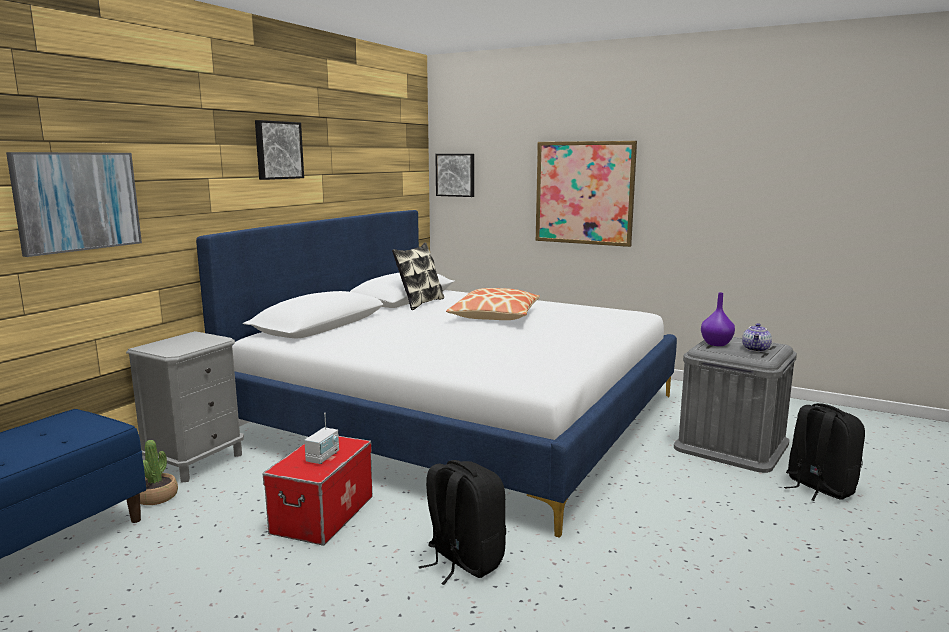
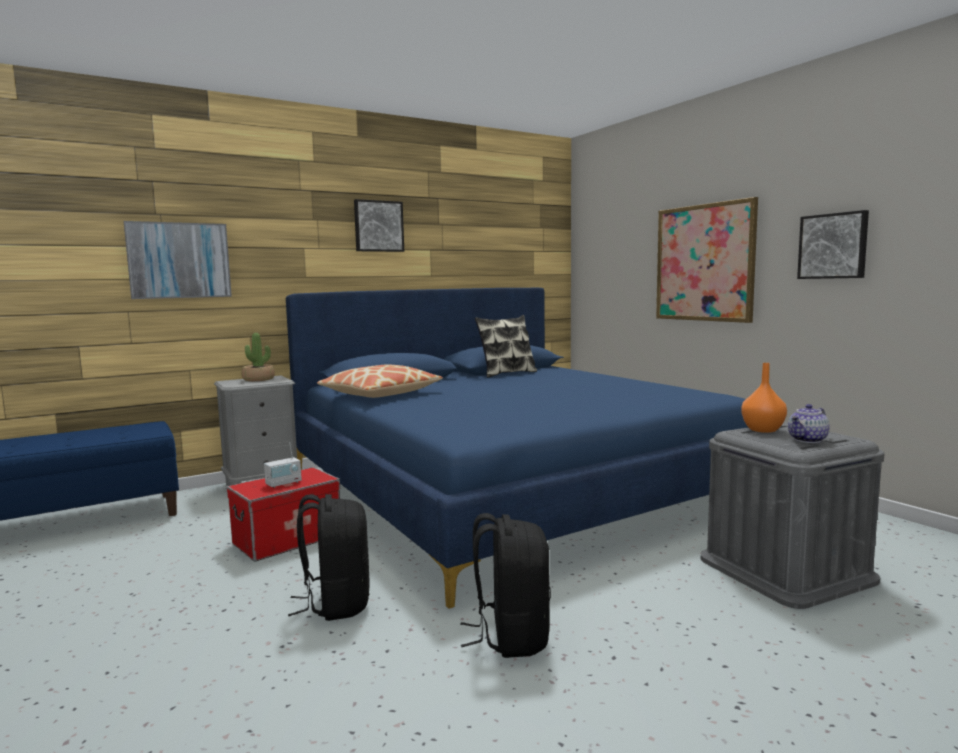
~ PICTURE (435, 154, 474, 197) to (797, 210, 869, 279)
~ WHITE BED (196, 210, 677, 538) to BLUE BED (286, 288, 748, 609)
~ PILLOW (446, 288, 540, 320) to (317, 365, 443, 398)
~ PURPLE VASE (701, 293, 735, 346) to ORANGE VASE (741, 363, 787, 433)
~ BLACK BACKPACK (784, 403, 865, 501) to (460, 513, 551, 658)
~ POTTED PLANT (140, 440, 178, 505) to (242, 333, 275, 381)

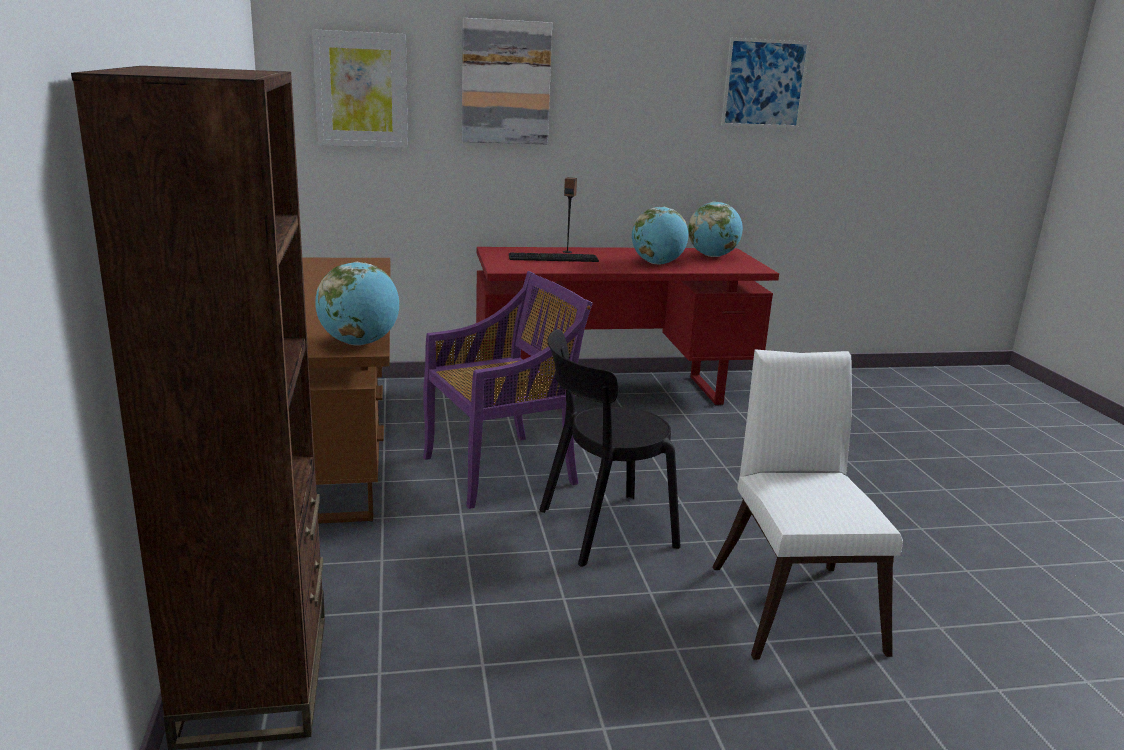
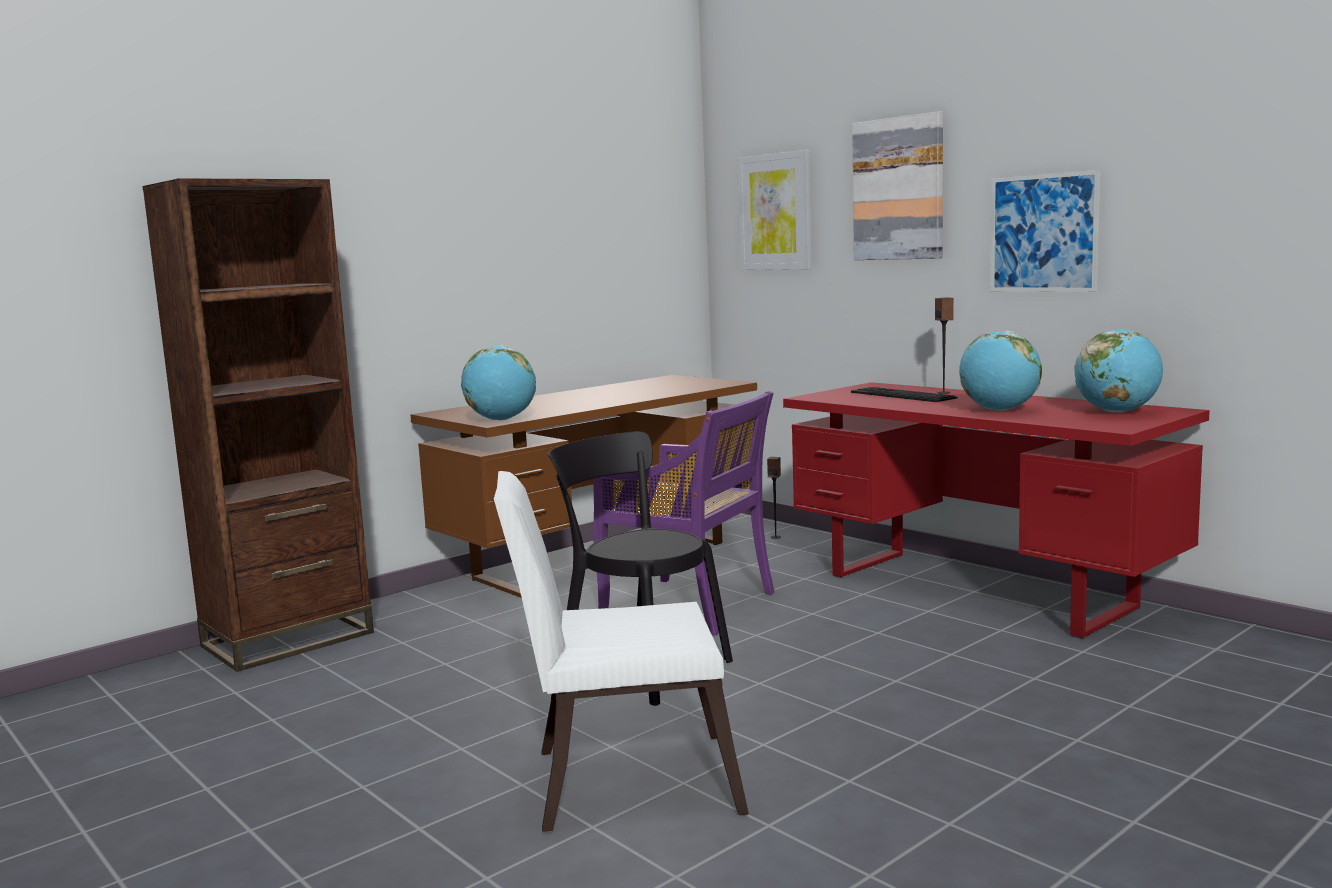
~ PICTURE (721, 38, 810, 128) to (991, 170, 1100, 292)
~ WHITE CHAIR (712, 349, 903, 660) = (494, 471, 749, 832) 150 degrees counterclockwise
+ SPEAKER (767, 457, 781, 539)

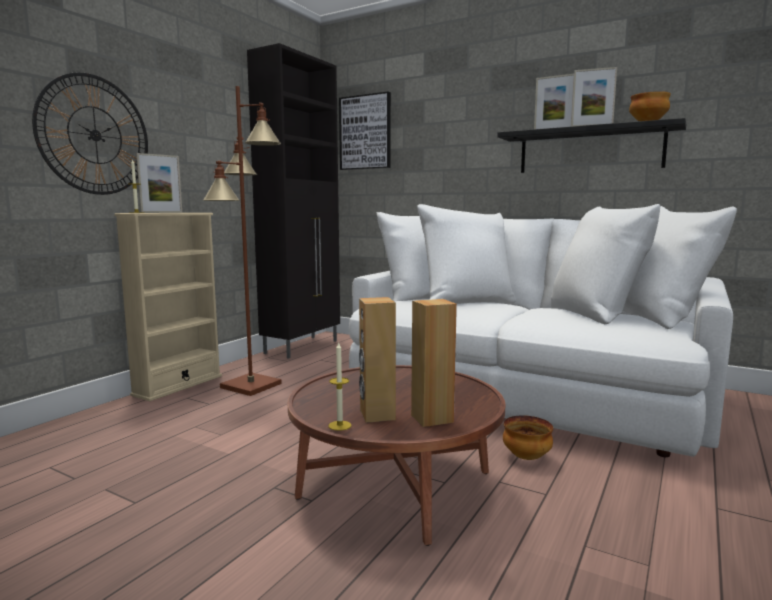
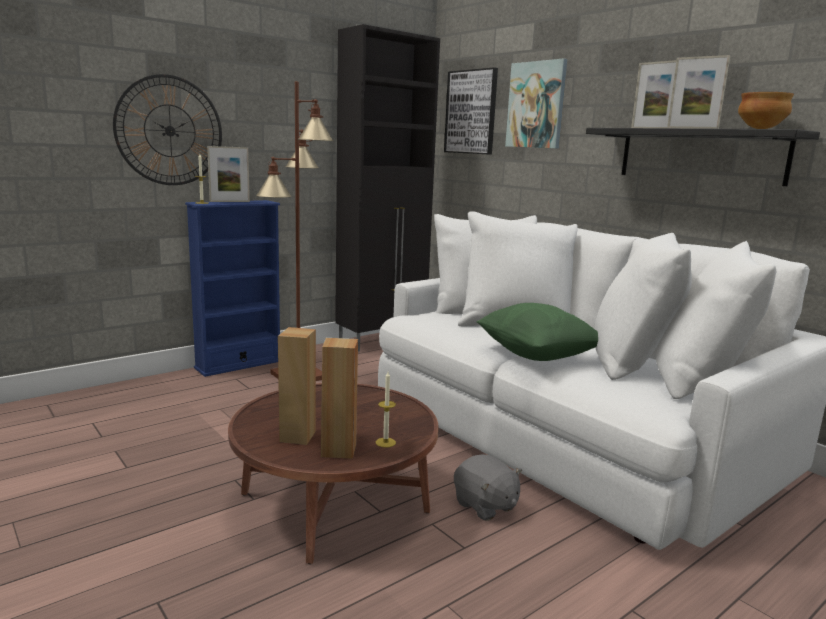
~ BEIGE BOOKCASE (114, 213, 222, 401) to BLUE BOOKCASE (185, 200, 280, 377)
~ CANDLE (329, 341, 351, 431) to (376, 372, 396, 448)
~ BOWL (503, 415, 553, 460) to GREY PLUSH TOY (454, 454, 522, 521)
+ PICTURE (505, 58, 567, 149)
+ GREEN PILLOW (476, 303, 598, 361)

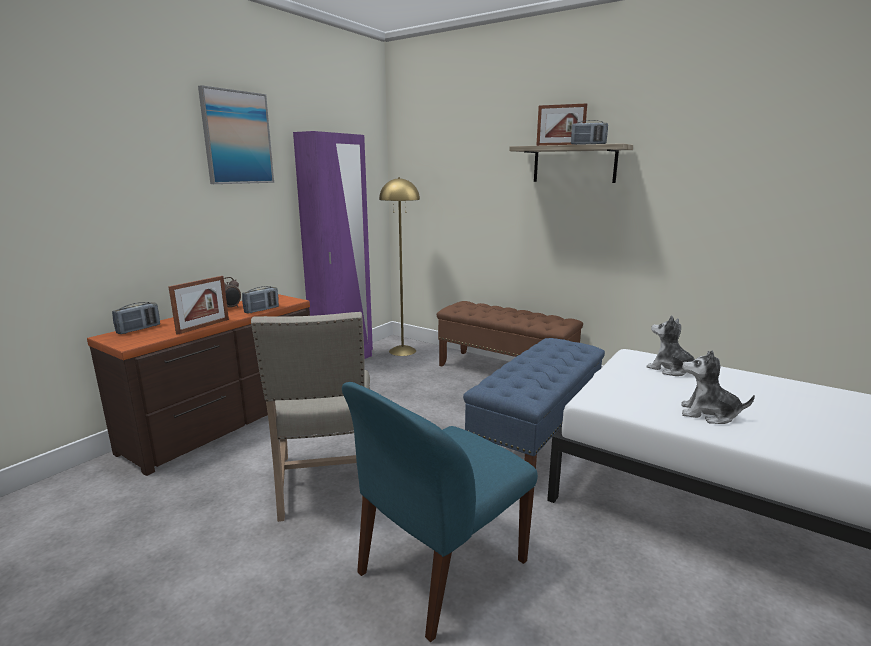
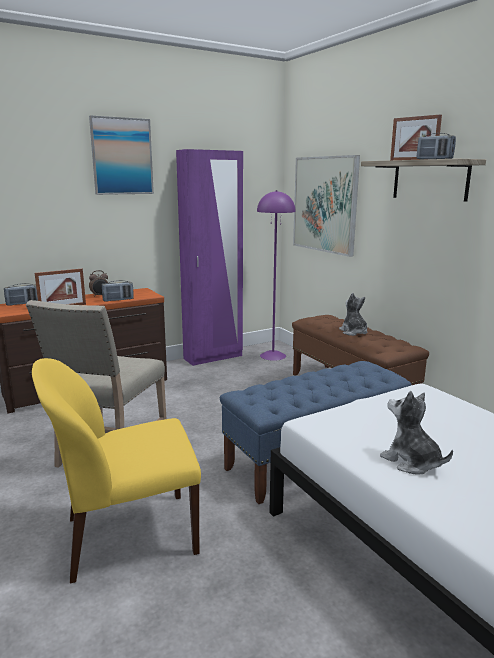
~ YELLOW FLOOR LAMP (379, 177, 420, 356) to PURPLE FLOOR LAMP (257, 190, 296, 361)
~ PLUSH TOY (646, 315, 695, 376) to (339, 293, 367, 336)
~ BLUE CHAIR (342, 382, 538, 642) to YELLOW CHAIR (32, 358, 201, 583)
+ PICTURE (293, 155, 360, 257)

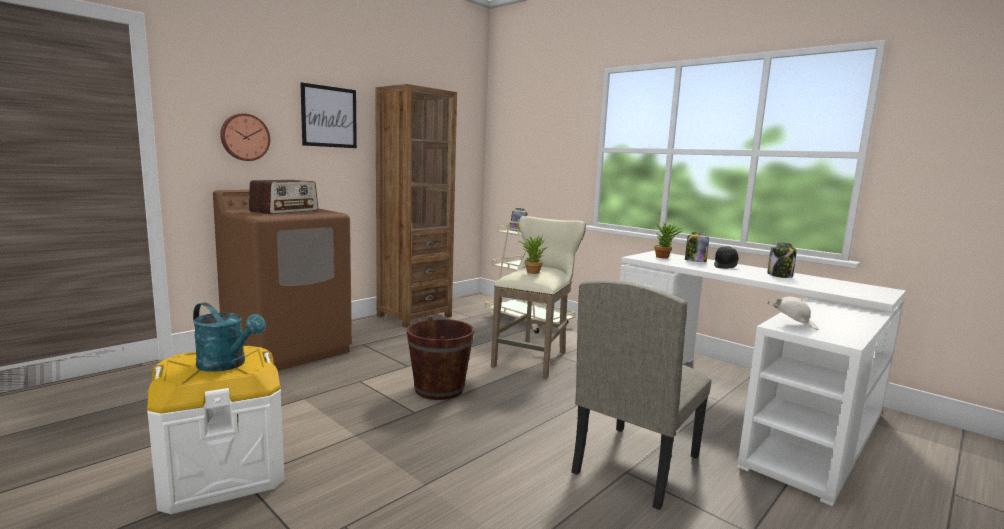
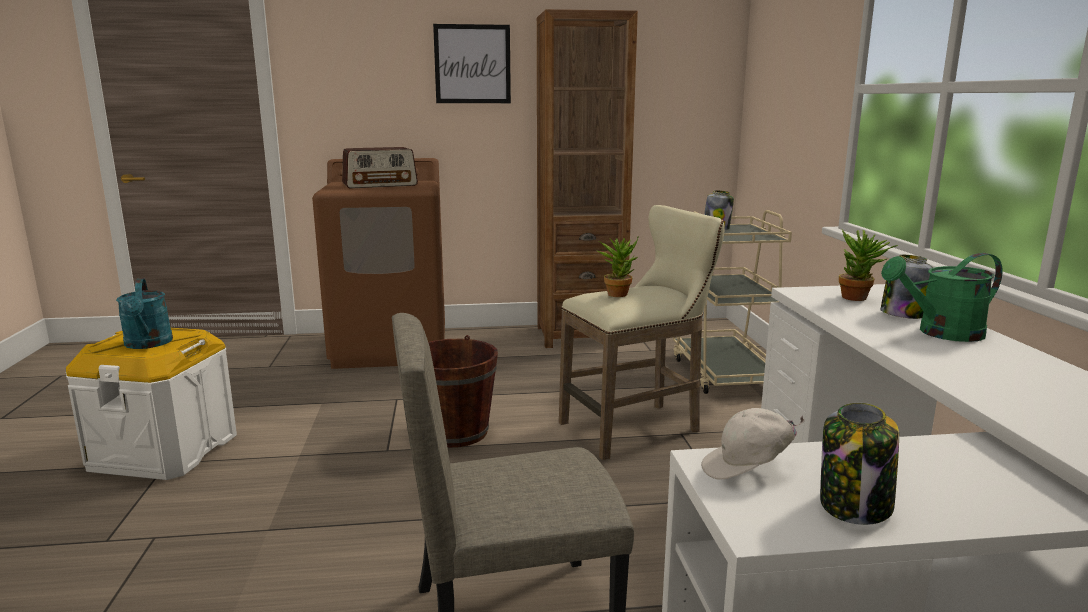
- WALL CLOCK (220, 113, 270, 161)
~ JAR (767, 242, 796, 278) to (820, 403, 899, 525)
~ BLACK CAP (714, 246, 739, 269) to GREEN WATERING CAN (881, 253, 1002, 342)
~ WHITE CAP (767, 297, 819, 330) = (701, 408, 805, 480) 120 degrees clockwise

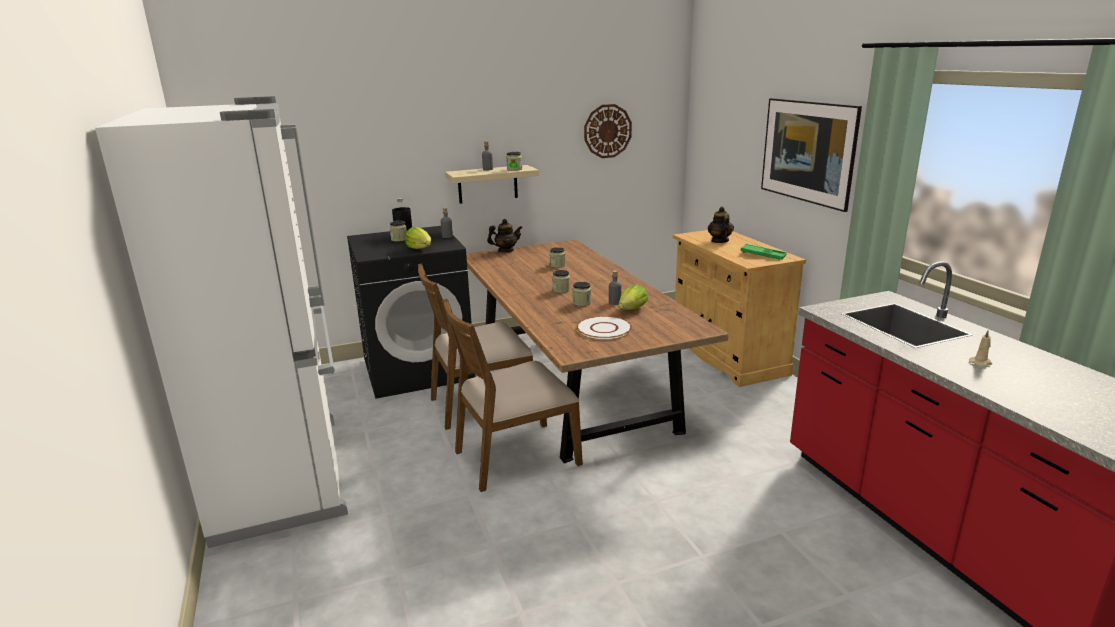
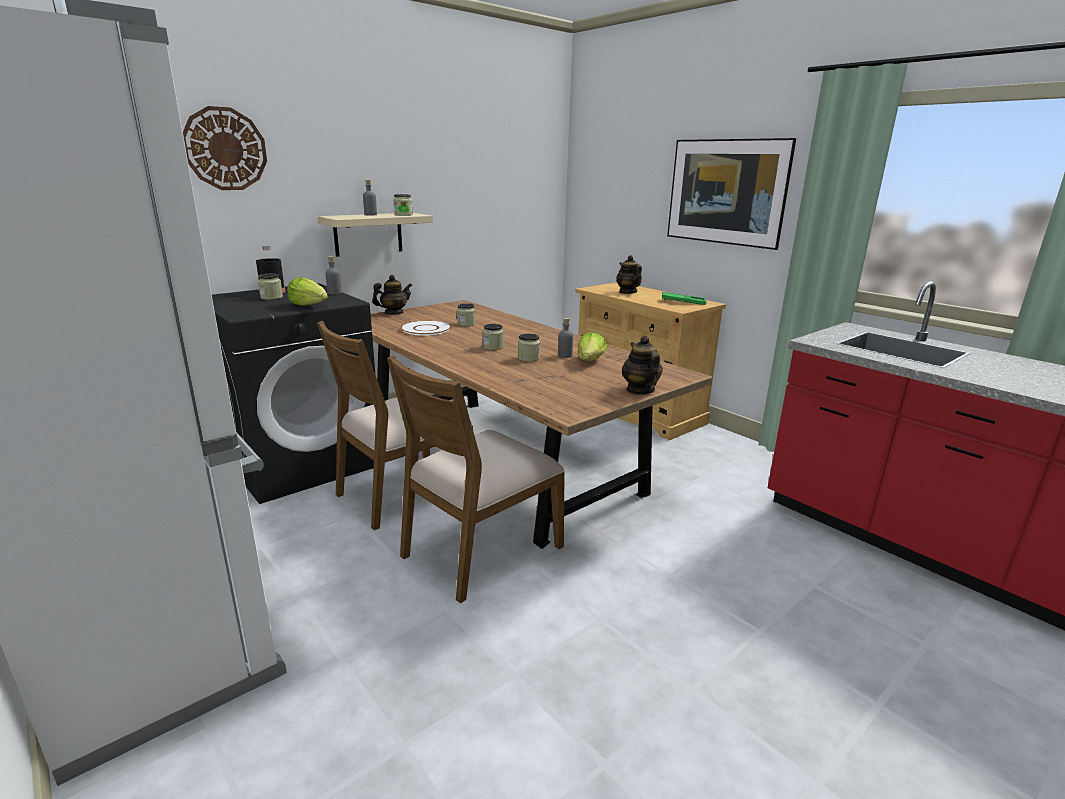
~ WALL CLOCK (584, 104, 632, 158) to (183, 106, 267, 190)
~ WHITE PLATE (577, 316, 632, 339) to (400, 320, 452, 335)
- BEIGE CANDLE (969, 330, 992, 366)
+ TEAPOT (622, 336, 663, 395)

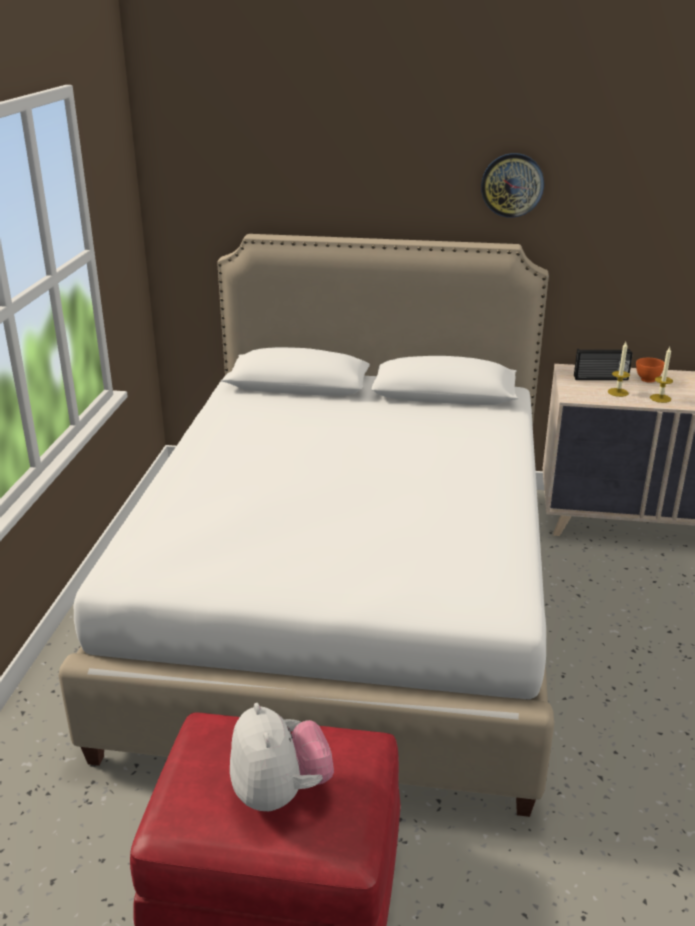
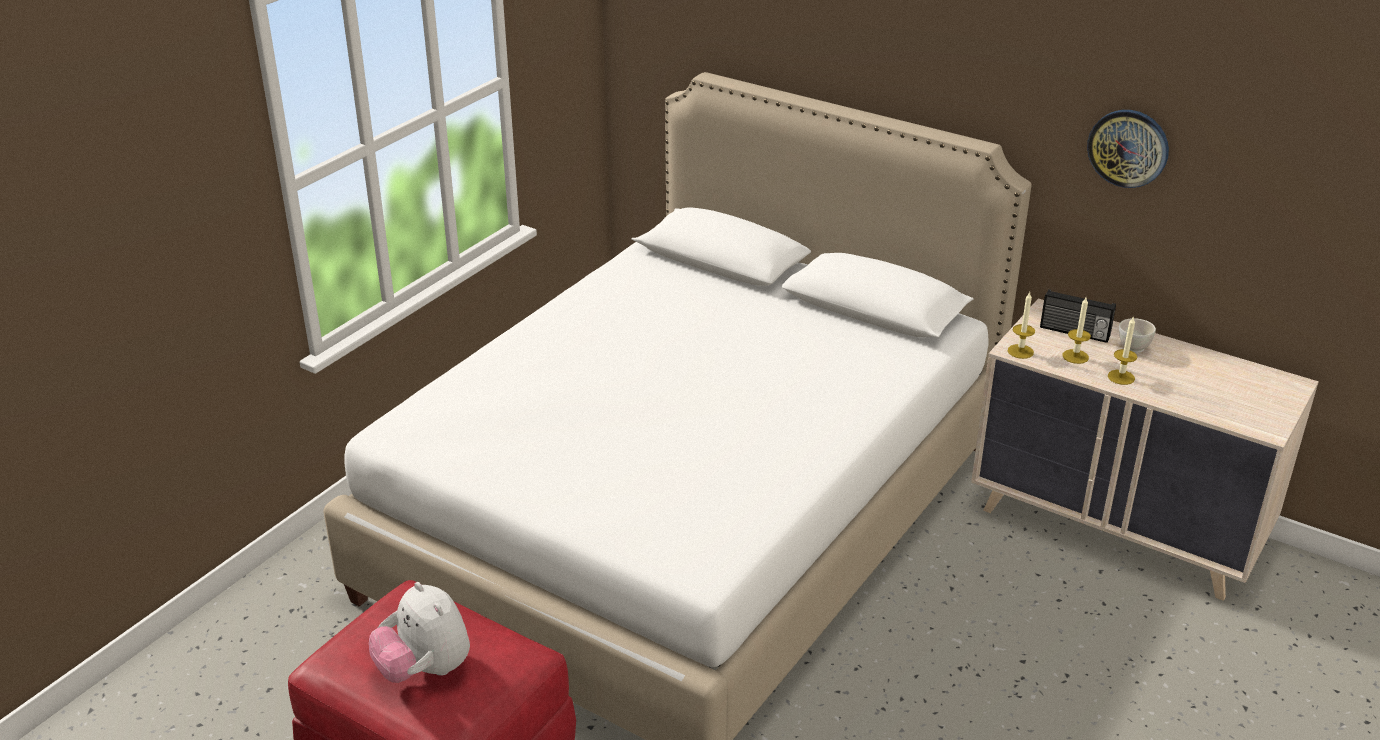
~ WALL CLOCK (481, 153, 544, 218) to (1087, 110, 1169, 188)
~ ORANGE BOWL (636, 358, 664, 383) to WHITE BOWL (1119, 318, 1156, 353)
~ PLUSH TOY (230, 703, 334, 812) = (369, 582, 470, 683) 135 degrees clockwise
+ CANDLE (1008, 292, 1035, 359)

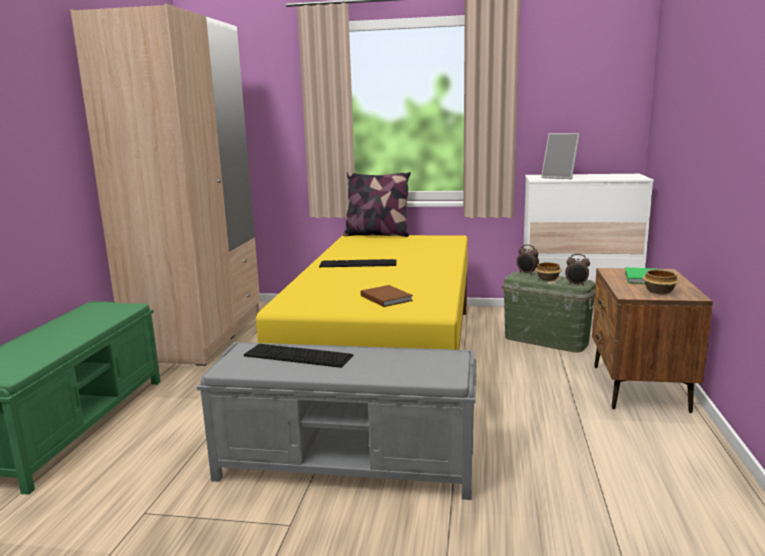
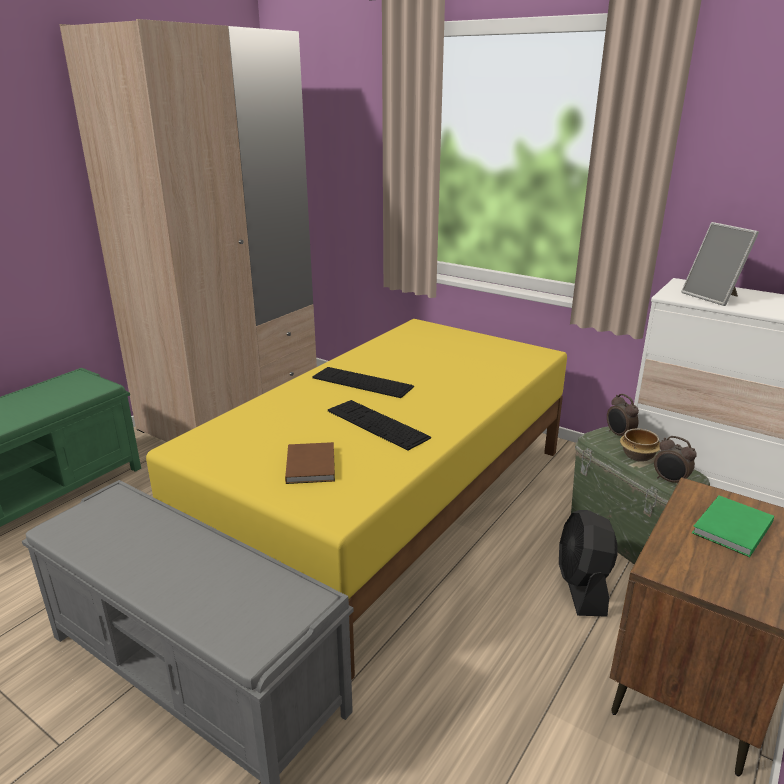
- PILLOW (343, 172, 411, 237)
- BOWL (642, 269, 679, 294)
~ KEYBOARD (244, 344, 354, 368) to (328, 400, 431, 451)
+ BLACK FAN (559, 510, 618, 617)

